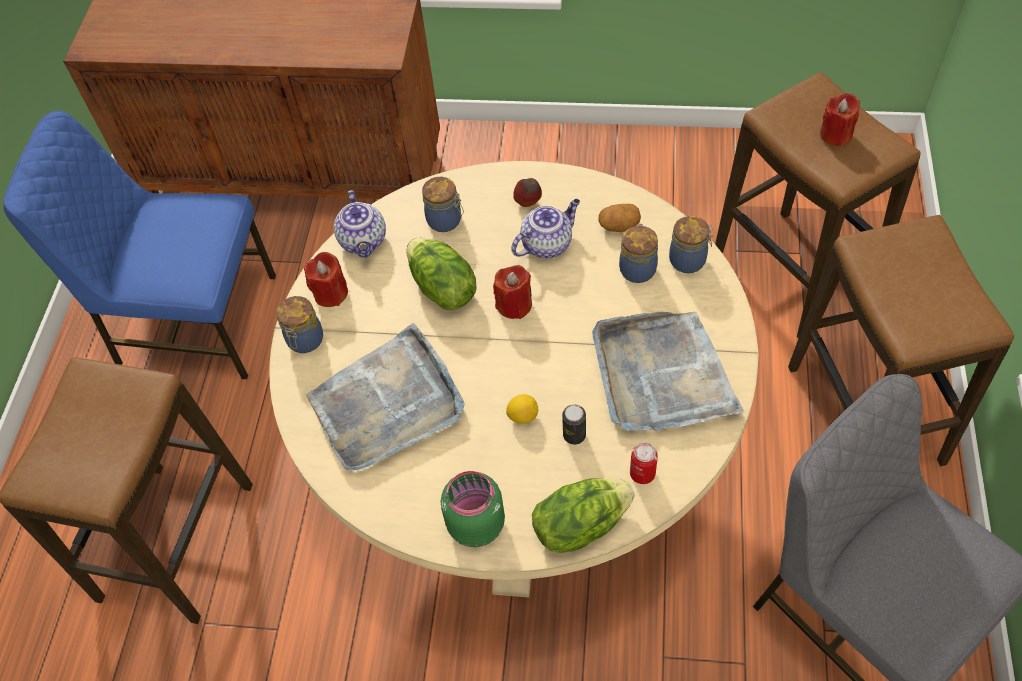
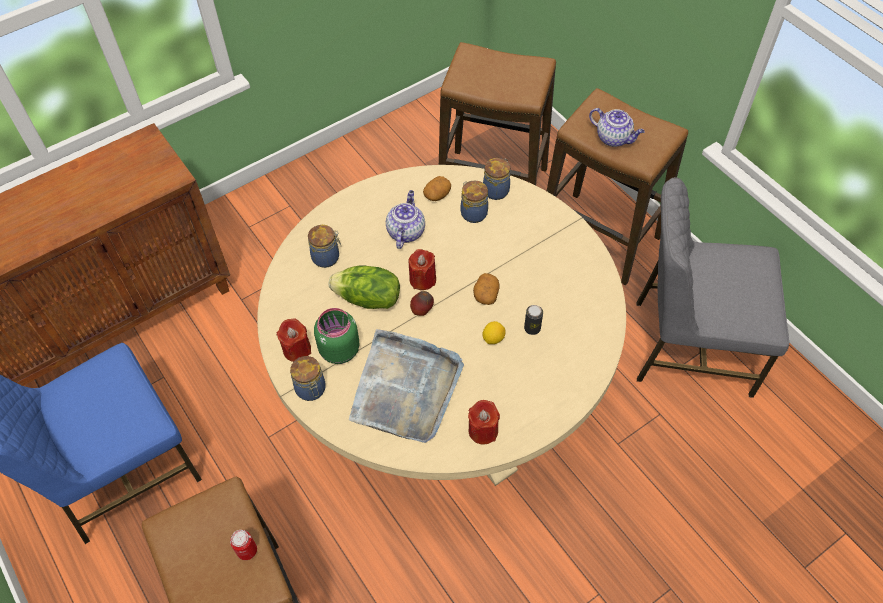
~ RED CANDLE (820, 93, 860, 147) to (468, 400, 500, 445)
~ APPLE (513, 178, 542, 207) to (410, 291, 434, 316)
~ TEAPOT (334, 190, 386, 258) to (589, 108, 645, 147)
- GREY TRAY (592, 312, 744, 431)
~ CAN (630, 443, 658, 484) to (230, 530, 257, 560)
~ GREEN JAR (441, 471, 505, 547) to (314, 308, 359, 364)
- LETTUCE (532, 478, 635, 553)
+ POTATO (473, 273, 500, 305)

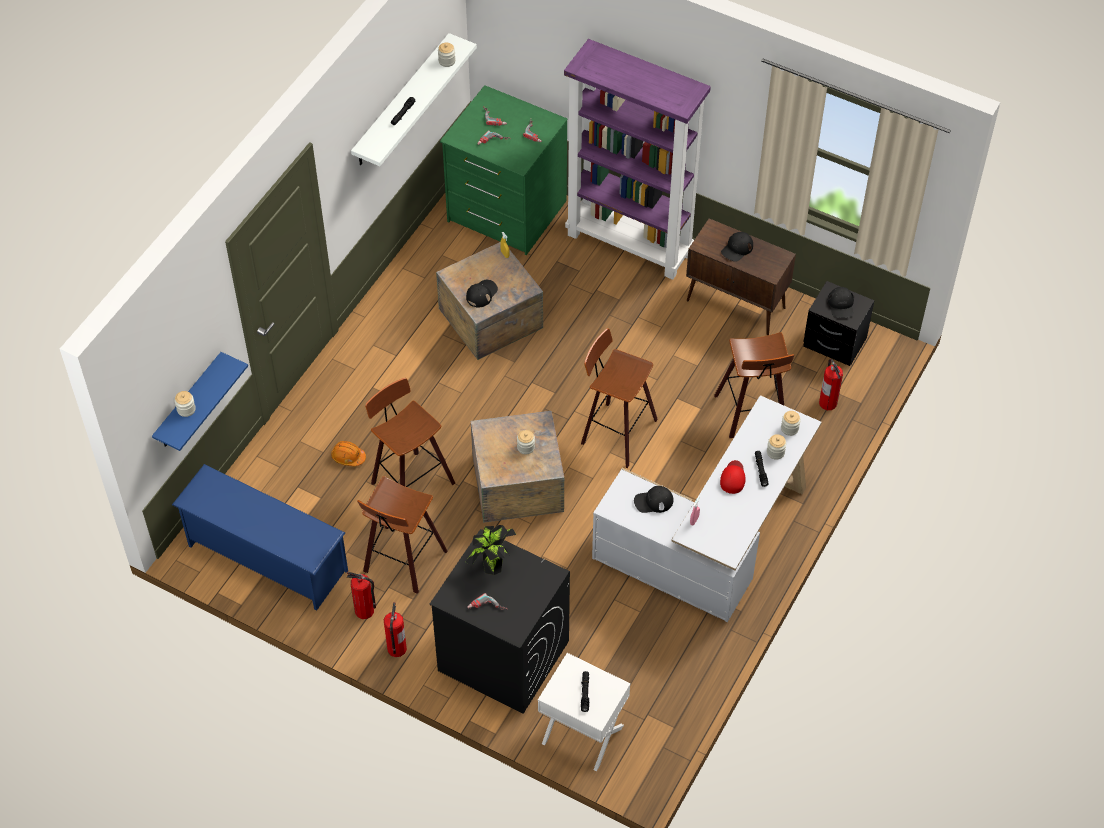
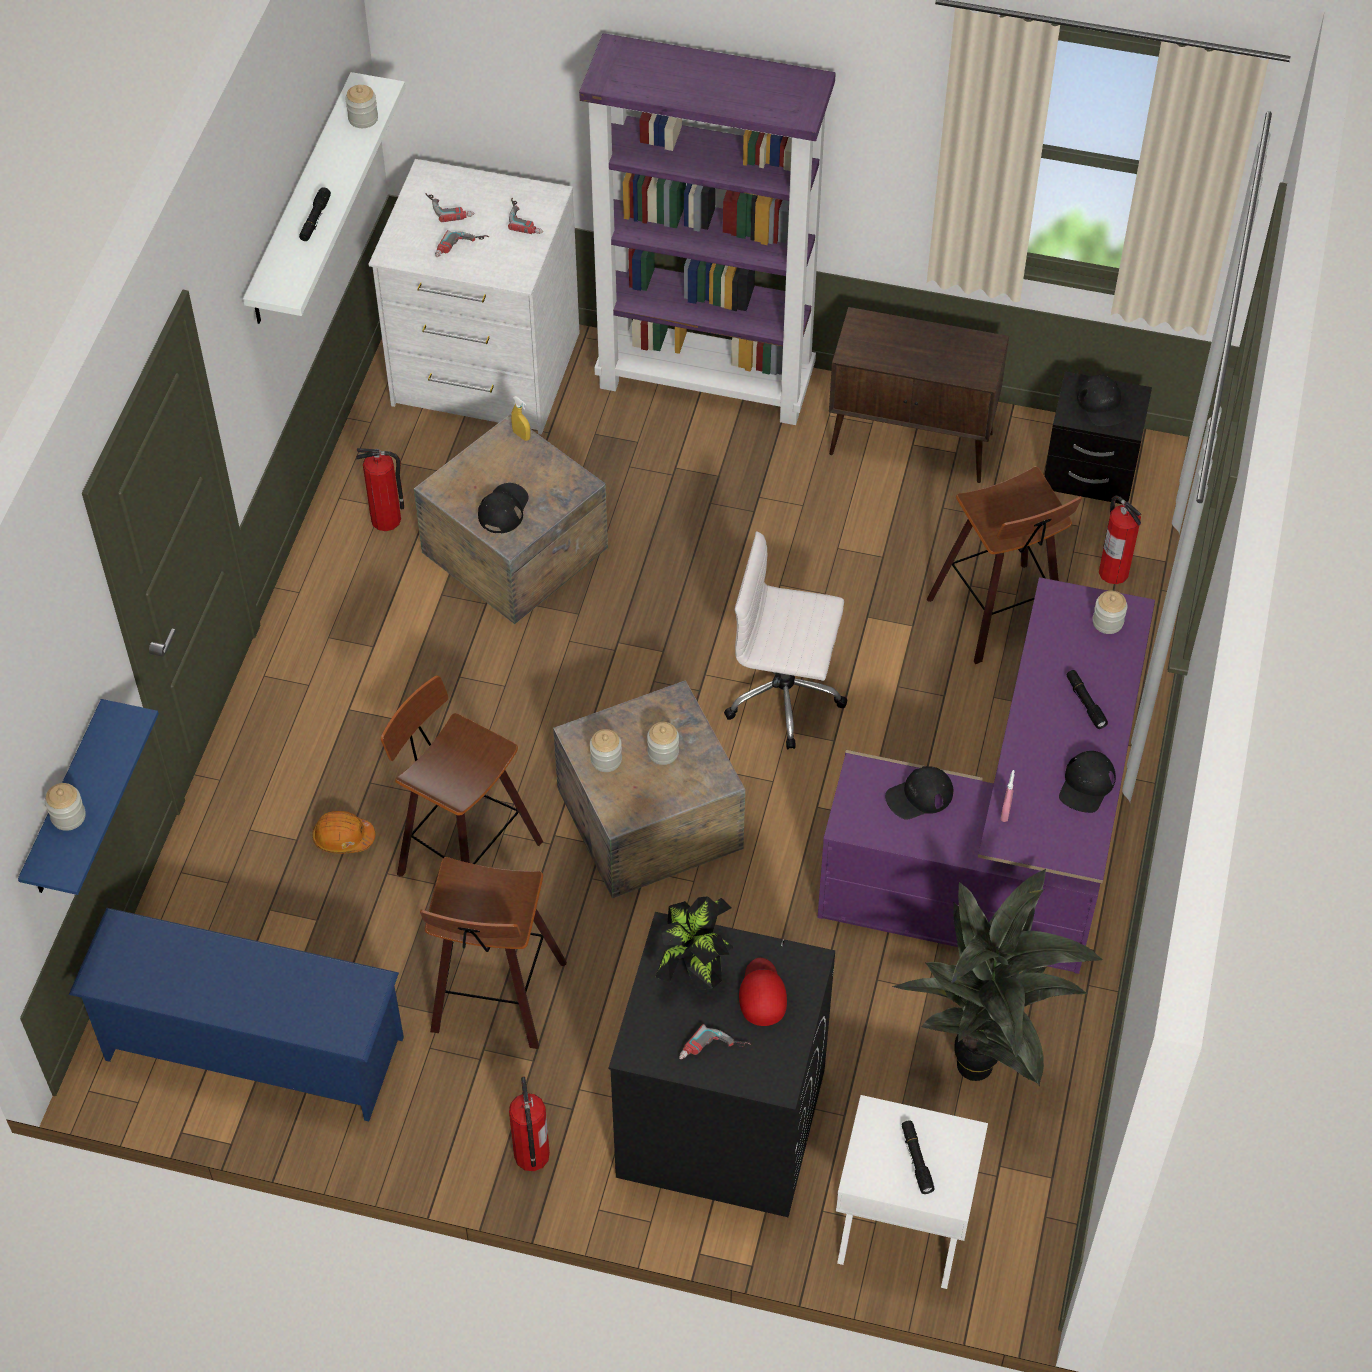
~ GREEN DRESSER (440, 85, 568, 255) to WHITE DRESSER (369, 159, 579, 434)
~ BLACK CAP (721, 232, 753, 262) to (1059, 751, 1116, 813)
~ STOOL (581, 328, 658, 468) to WHITE OFFICE CHAIR (724, 532, 847, 750)
~ WHITE DESK (592, 395, 822, 622) to PURPLE DESK (817, 577, 1155, 974)
~ JAR (767, 434, 787, 459) to (590, 729, 622, 772)
~ RED CAP (720, 460, 746, 494) to (739, 958, 787, 1026)
~ FIRE EXTINGUISHER (347, 572, 376, 619) to (356, 448, 404, 531)
+ POTTED PLANT (892, 869, 1103, 1086)

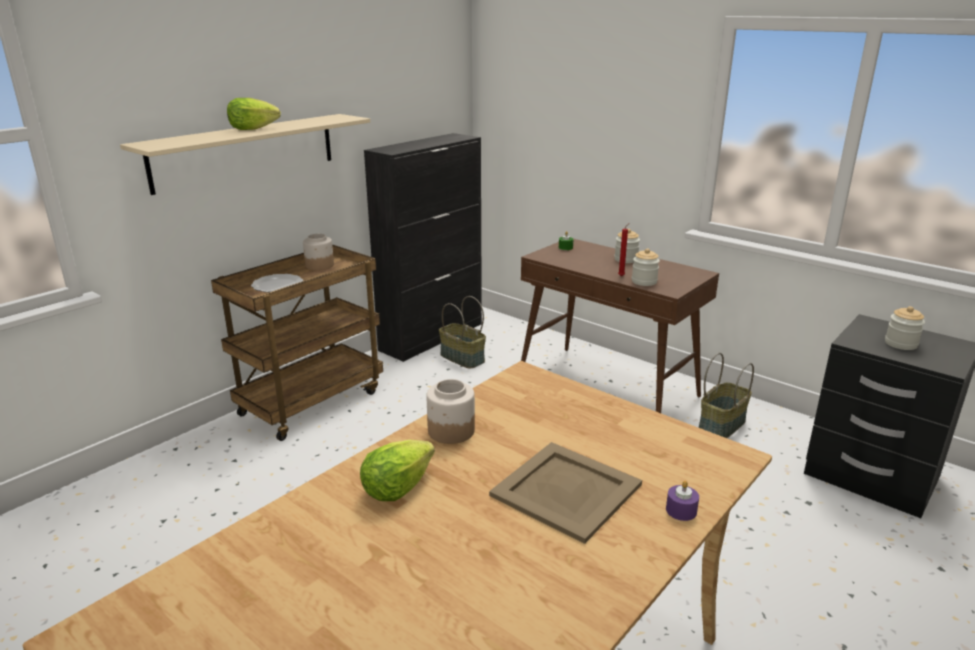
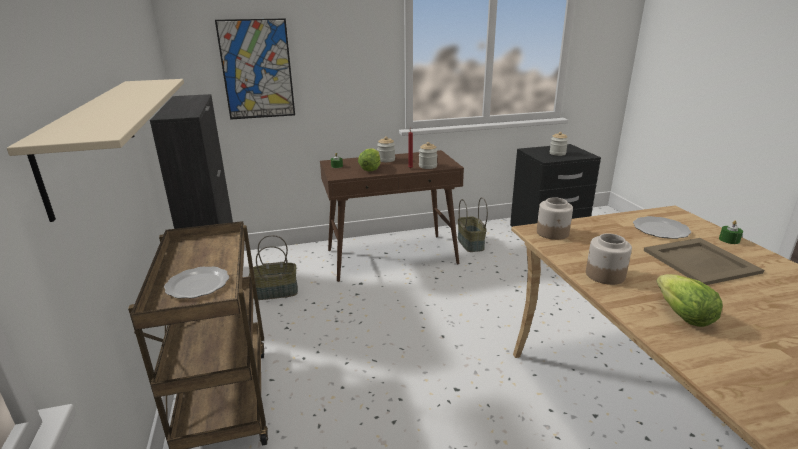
~ LETTUCE (227, 98, 281, 130) to (358, 148, 380, 172)
~ JAR (303, 234, 334, 270) to (537, 197, 573, 240)
~ PURPLE CANDLE (666, 481, 699, 521) to GREEN CANDLE (719, 221, 743, 244)
+ PICTURE (215, 18, 295, 120)
+ PLATE (633, 216, 691, 239)

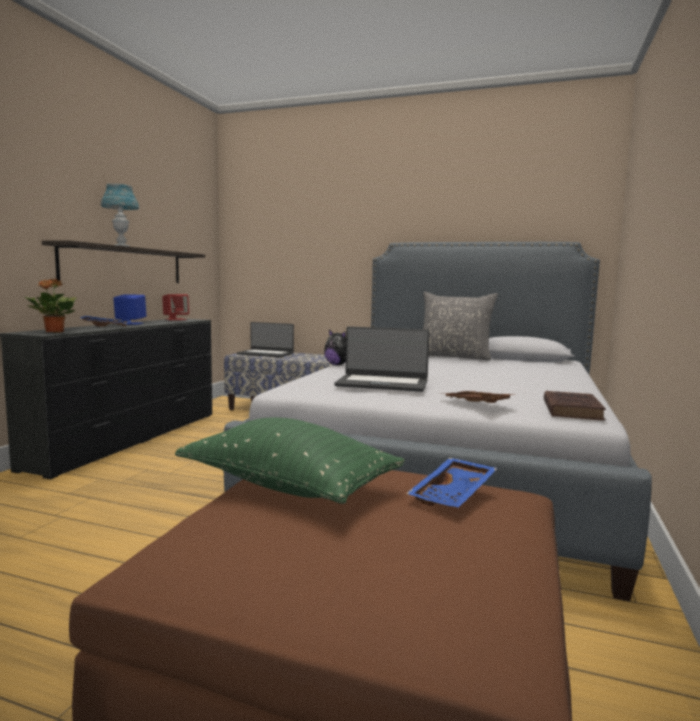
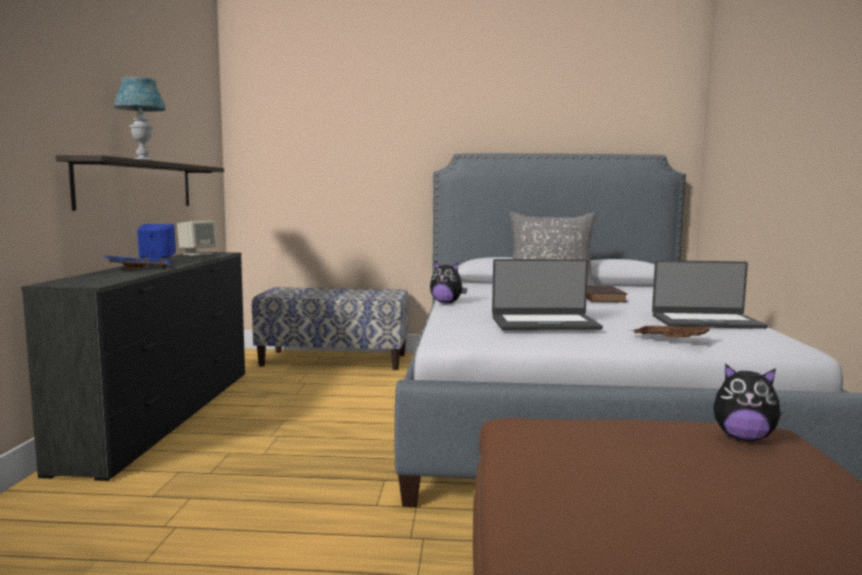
- POTTED PLANT (25, 279, 77, 333)
~ RED SPEAKER (162, 294, 189, 320) to BEIGE SPEAKER (177, 221, 216, 256)
~ LAPTOP (237, 322, 294, 357) to (652, 260, 768, 329)
~ BROWN BOOK (544, 391, 606, 420) to (586, 286, 627, 302)
- GREEN PILLOW (175, 417, 405, 504)
~ BLUE TRAY (406, 458, 497, 508) to PLUSH TOY (713, 363, 783, 441)

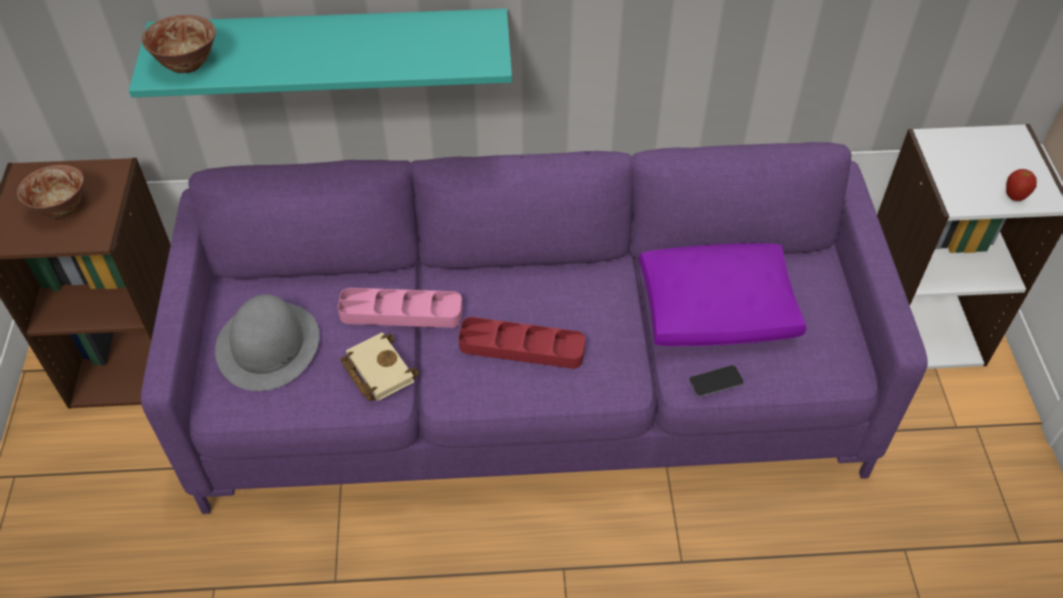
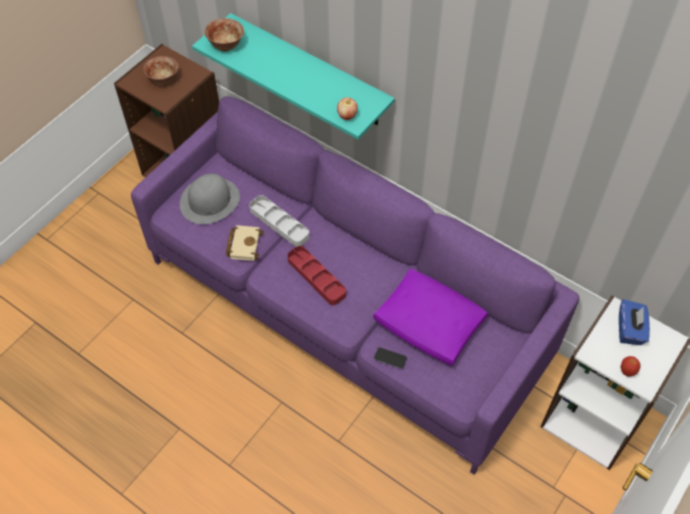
~ PINK TRAY (337, 288, 463, 328) to GREY TRAY (249, 195, 310, 247)
+ APPLE (337, 97, 358, 120)
+ BLUE TISSUE BOX (619, 299, 650, 345)

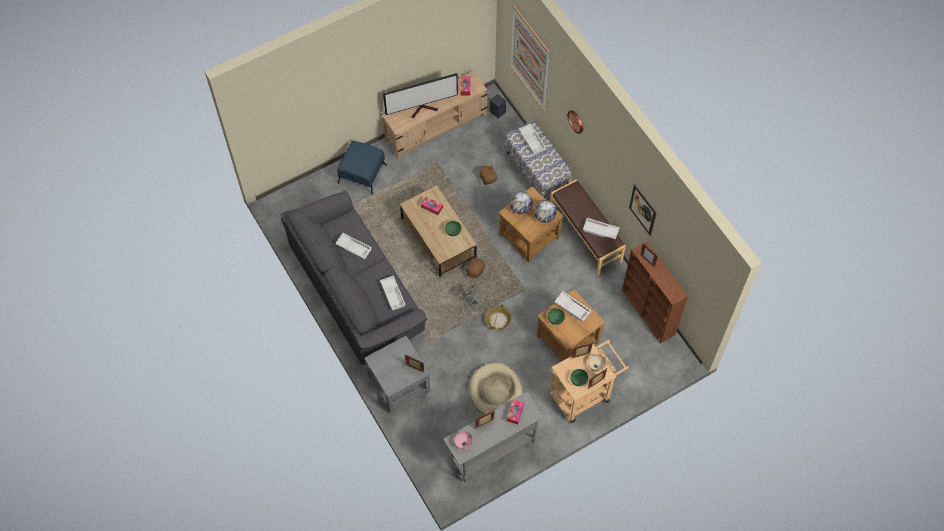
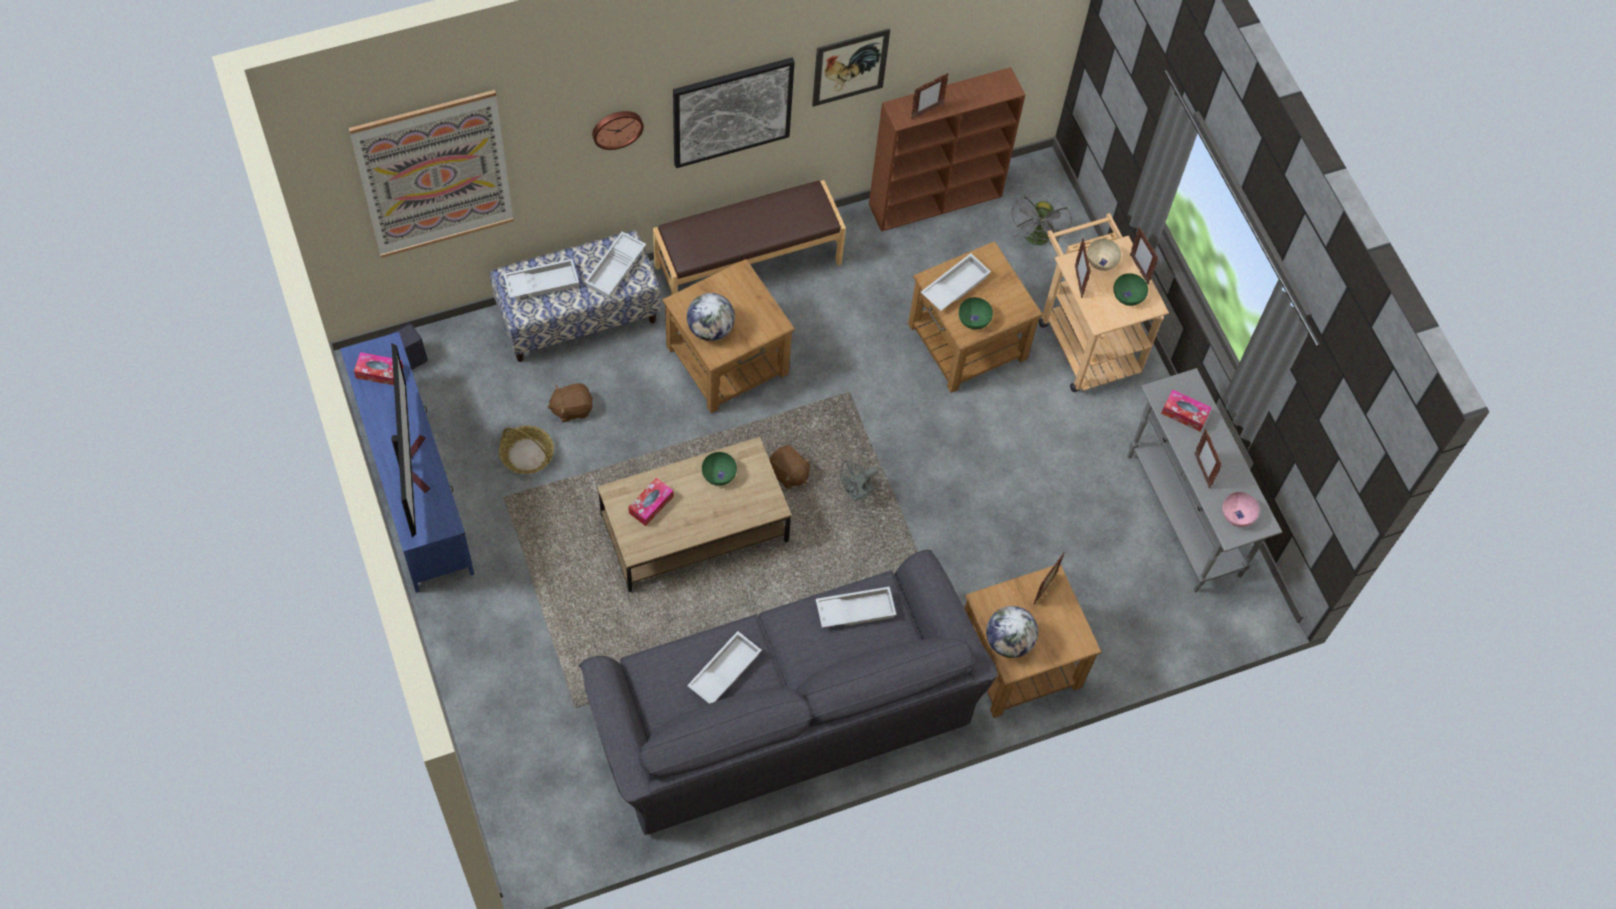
~ BEIGE TV STAND (383, 71, 488, 159) to BLUE TV STAND (340, 332, 474, 593)
- BLUE OTTOMAN (337, 141, 387, 195)
~ GLOBE (534, 200, 557, 223) to (986, 606, 1038, 658)
~ WHITE TRAY (583, 218, 620, 239) to (585, 232, 646, 298)
~ BASKET (485, 304, 512, 330) to (499, 426, 554, 474)
~ GREY SIDE TABLE (364, 336, 431, 413) to BROWN SIDE TABLE (964, 564, 1101, 718)
- BEIGE DOG BED (469, 363, 523, 415)
+ PICTURE (673, 57, 795, 168)
+ GREY FAN (1010, 194, 1072, 246)

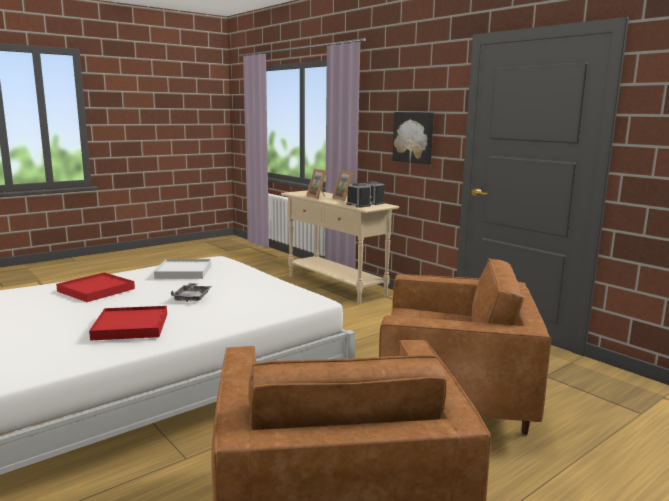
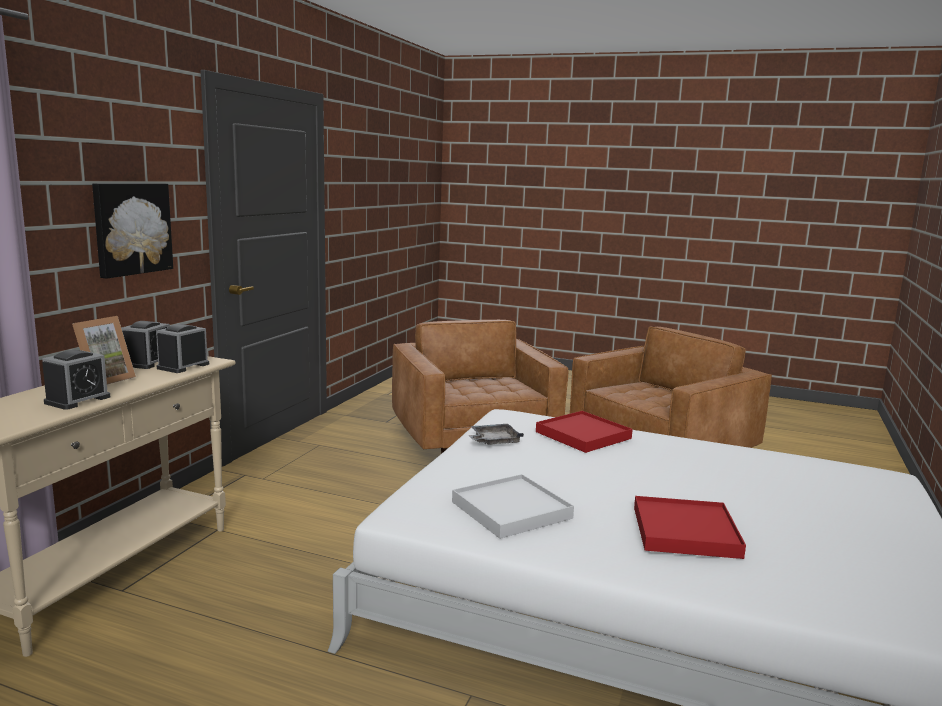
~ PICTURE FRAME (306, 169, 327, 199) to ALARM CLOCK (42, 350, 110, 410)
~ GREY TRAY (171, 283, 212, 302) to (468, 424, 524, 445)
~ RED TRAY (89, 306, 167, 341) to (536, 411, 633, 453)

